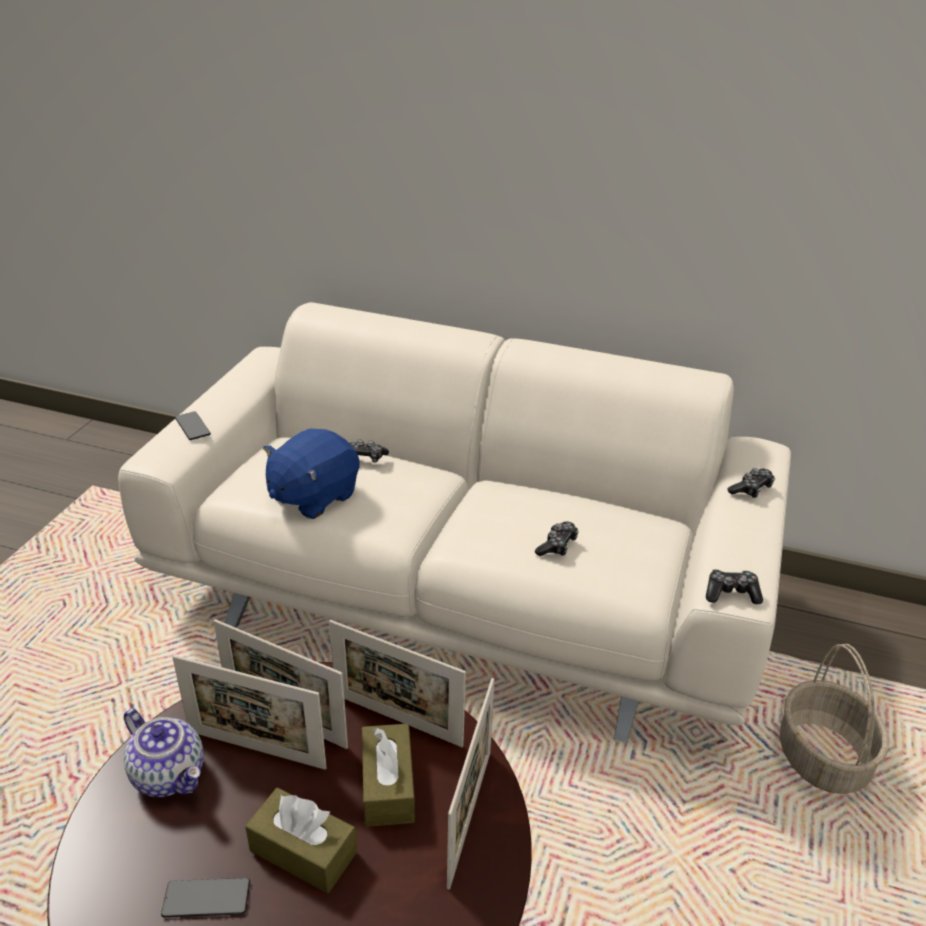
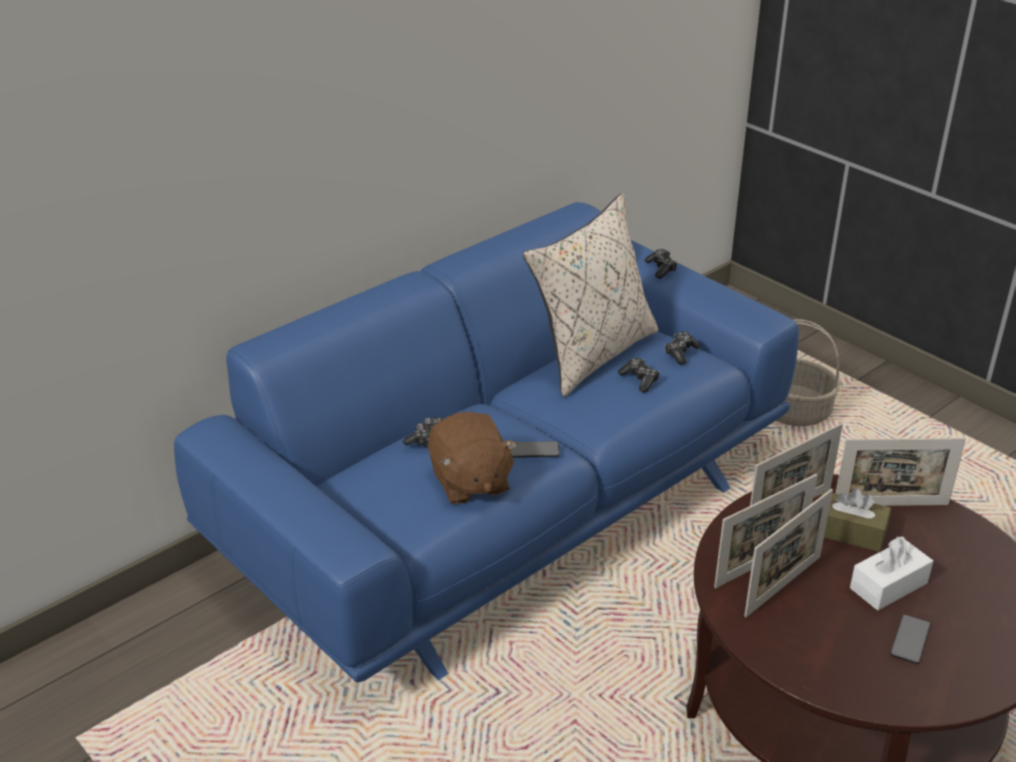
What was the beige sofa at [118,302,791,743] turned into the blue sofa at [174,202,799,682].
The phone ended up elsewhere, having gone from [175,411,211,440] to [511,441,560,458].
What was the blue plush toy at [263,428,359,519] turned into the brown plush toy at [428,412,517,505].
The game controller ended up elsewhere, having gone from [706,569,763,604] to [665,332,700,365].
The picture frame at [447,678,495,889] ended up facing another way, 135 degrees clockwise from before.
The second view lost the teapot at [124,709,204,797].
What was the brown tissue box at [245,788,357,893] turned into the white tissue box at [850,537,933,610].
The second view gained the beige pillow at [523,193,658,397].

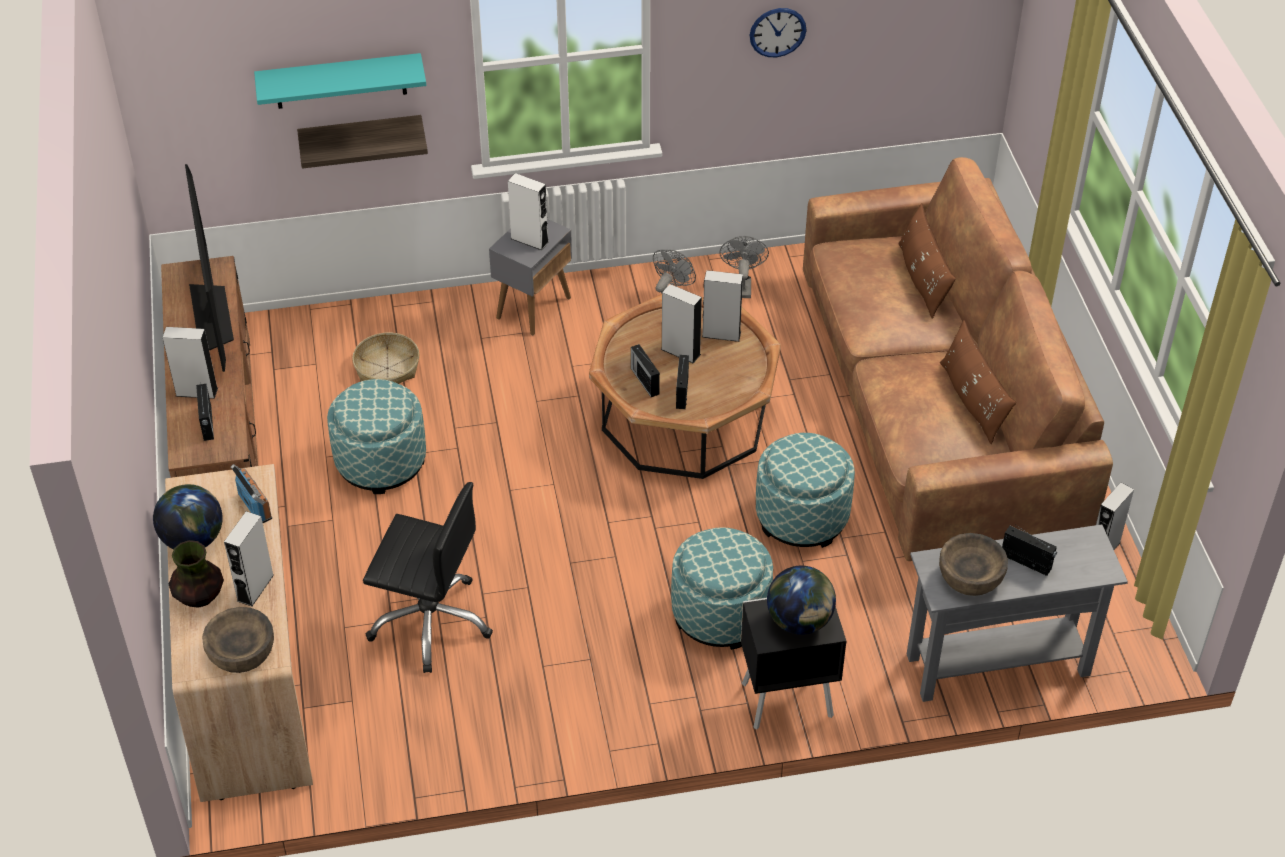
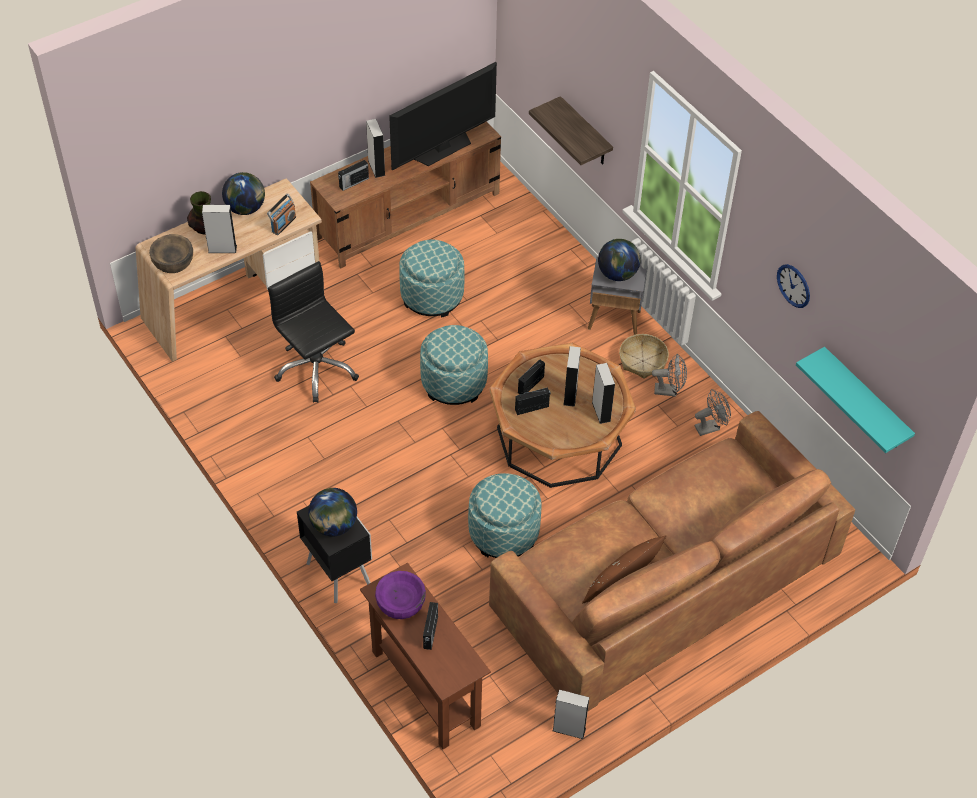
The turquoise shelf ended up elsewhere, having gone from [254,53,426,109] to [796,347,915,453].
Where the white speaker stood at [508,173,549,250], the globe came to stand at [598,239,641,281].
The second view lost the brown pillow at [898,203,956,319].
The basket ended up elsewhere, having gone from [352,332,419,384] to [619,334,669,379].
The black office chair at [363,482,493,673] ended up facing another way, 150 degrees clockwise from before.
What was the grey console table at [907,524,1128,702] turned into the brown console table at [360,563,491,749].
The ottoman ended up elsewhere, having gone from [671,527,773,650] to [420,325,488,405].
What was the brown bowl at [939,533,1008,596] turned into the purple bowl at [375,571,426,619].

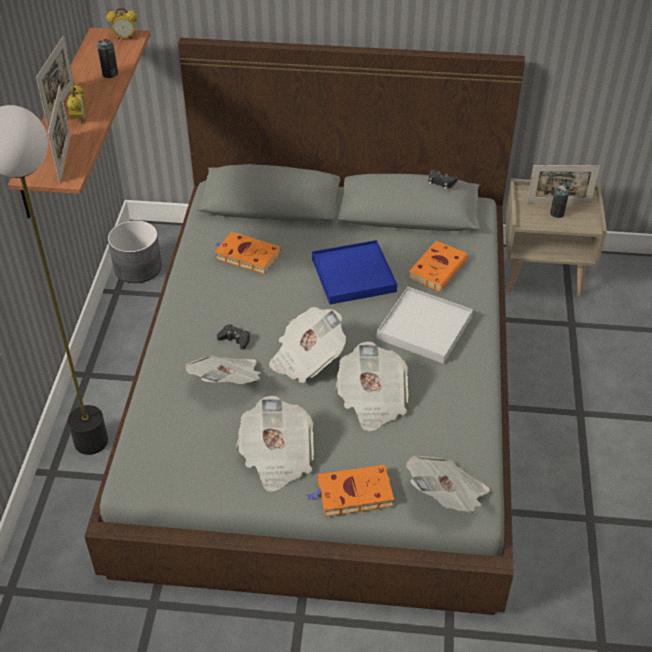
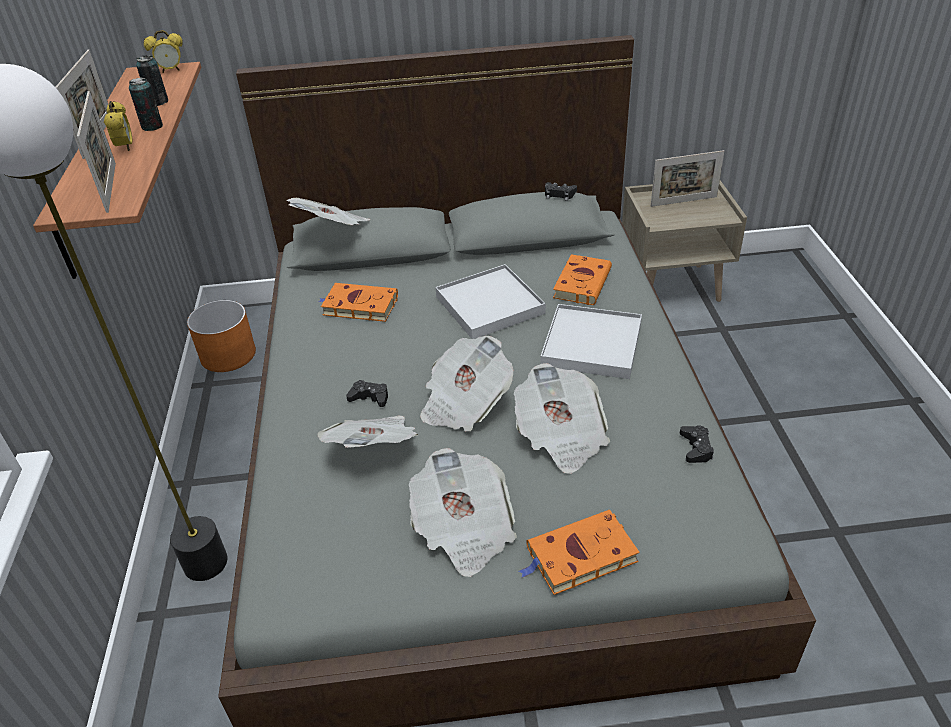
The can ended up elsewhere, having gone from [550,185,569,218] to [129,77,163,131].
What was the grey planter at [108,220,162,283] turned into the orange planter at [187,300,256,372].
What was the blue tray at [312,240,397,305] turned into the white tray at [435,264,546,339].
The newspaper ended up elsewhere, having gone from [406,455,489,513] to [287,198,370,225].
The second view gained the black game controller at [680,425,714,463].

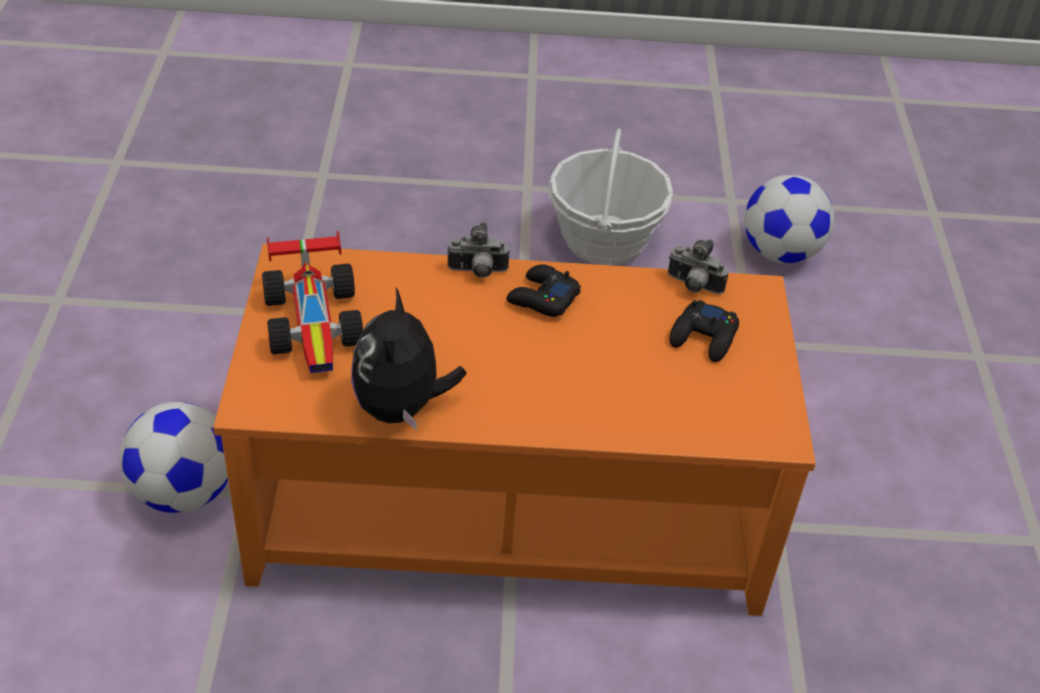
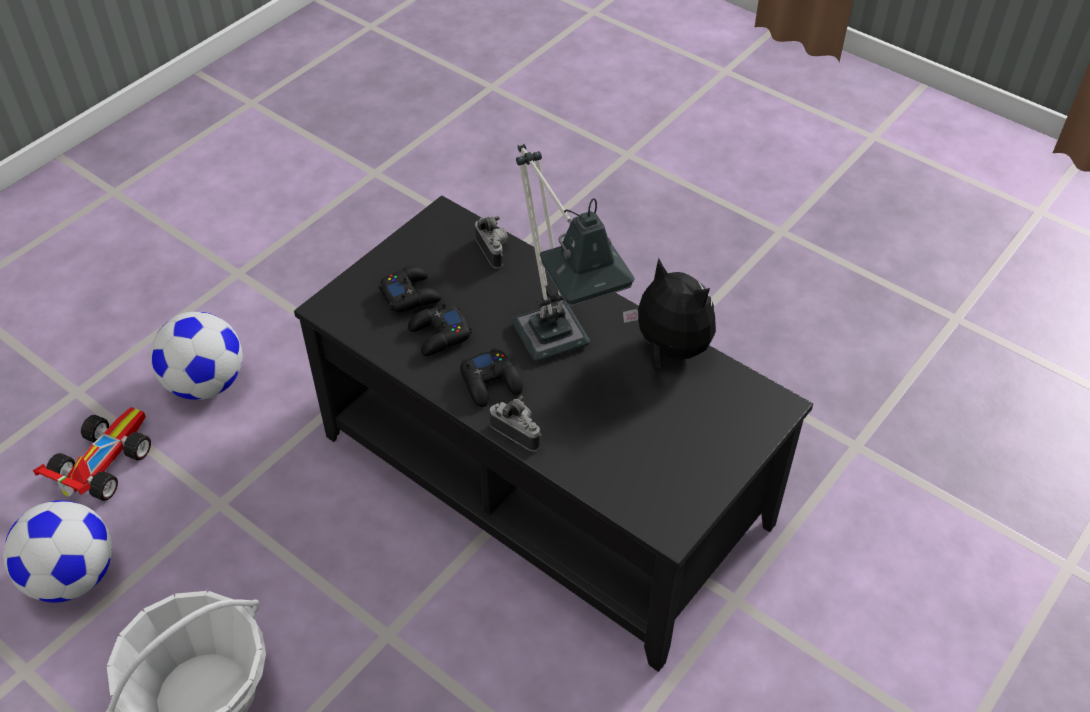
The toy car ended up elsewhere, having gone from [262,231,363,373] to [33,407,151,501].
The photo camera ended up elsewhere, having gone from [668,239,728,294] to [475,216,508,269].
What was the orange coffee table at [213,244,816,616] turned into the black coffee table at [294,196,813,672].
The plush toy at [351,288,467,430] ended up facing another way, 90 degrees counterclockwise from before.
The football ended up elsewhere, having gone from [119,402,228,513] to [150,312,243,400].
The second view gained the table lamp at [512,144,635,362].
The second view gained the black game controller at [408,302,472,356].

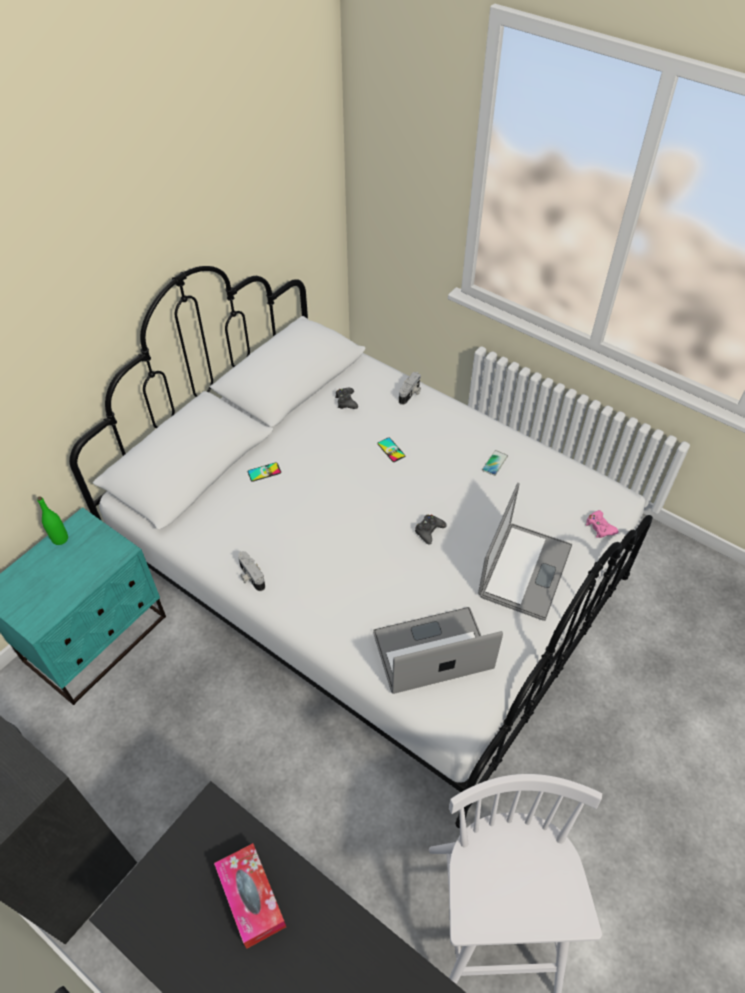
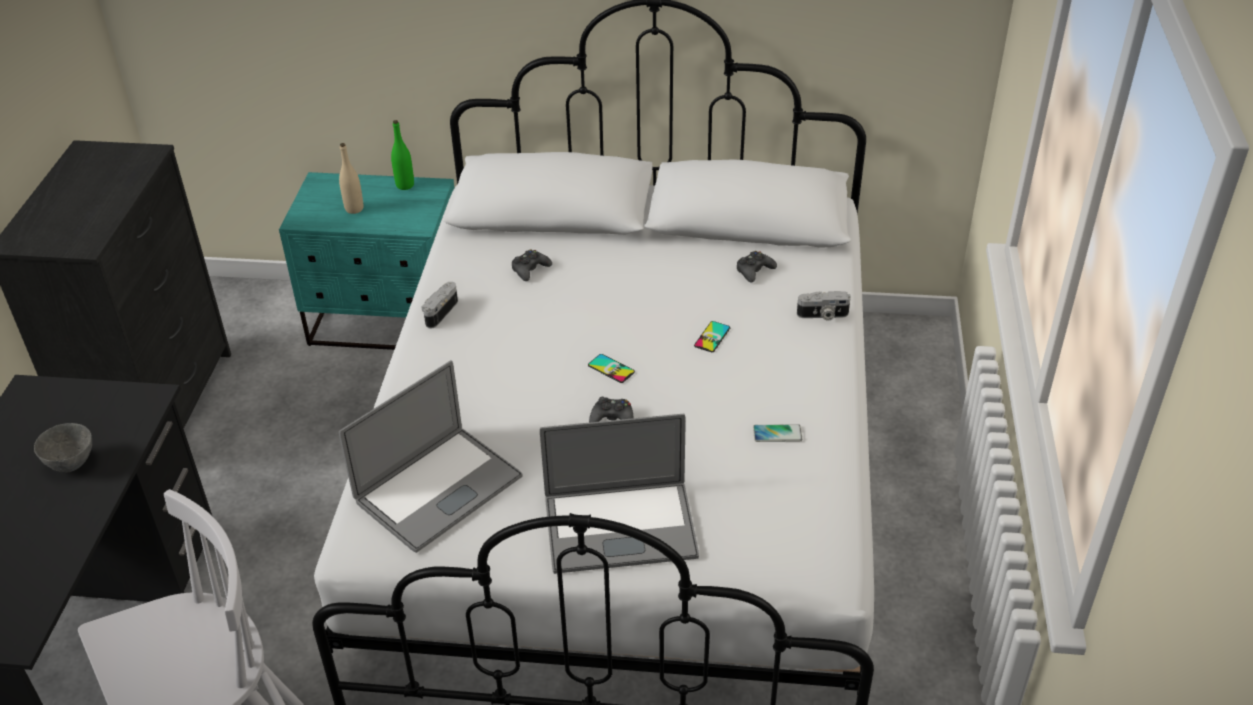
The phone ended up elsewhere, having gone from [248,462,281,482] to [588,354,635,383].
The second view lost the pink game controller at [586,510,619,538].
The laptop at [373,607,503,694] ended up facing another way, 90 degrees clockwise from before.
Where the tissue box stood at [214,843,286,949], the grey bowl came to stand at [34,423,92,473].
The second view gained the beige bottle at [339,143,363,214].
The second view gained the black game controller at [512,250,552,281].

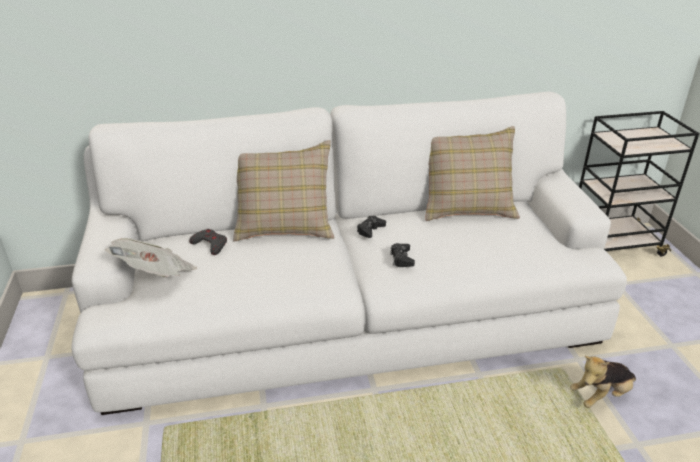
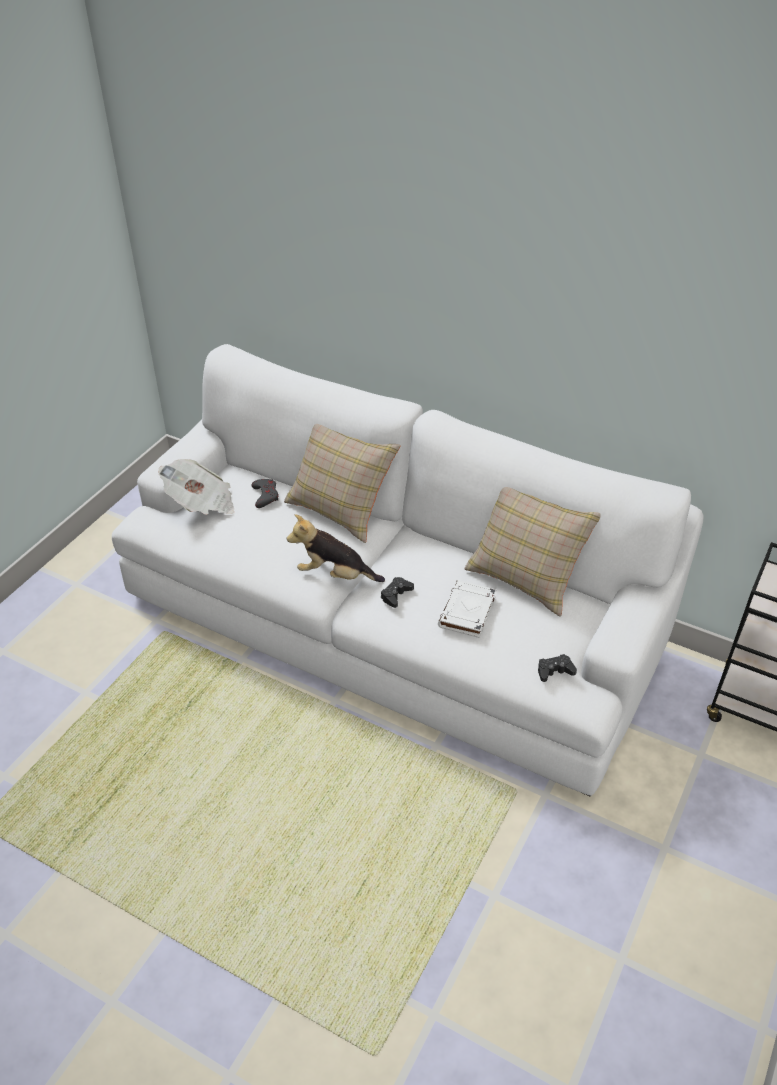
The black game controller ended up elsewhere, having gone from [357,216,386,238] to [538,654,577,682].
The plush toy ended up elsewhere, having gone from [570,356,636,408] to [287,514,385,582].
The second view gained the white book at [438,580,496,638].

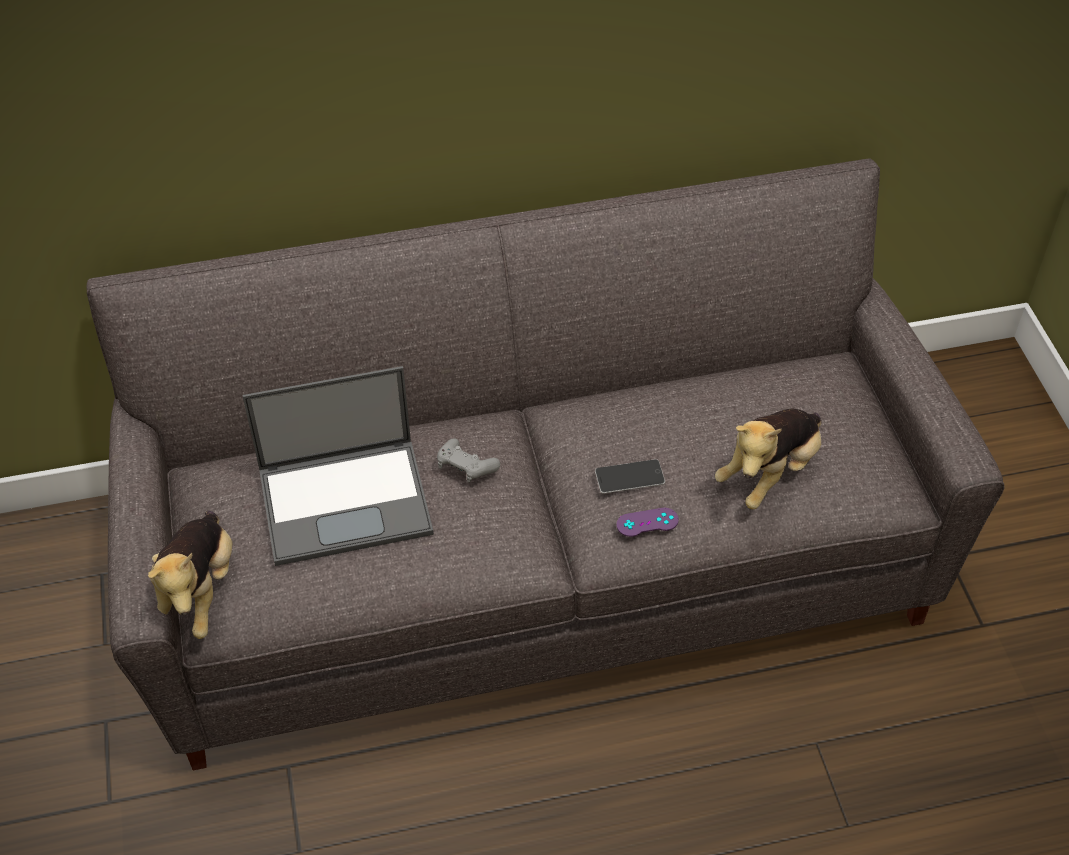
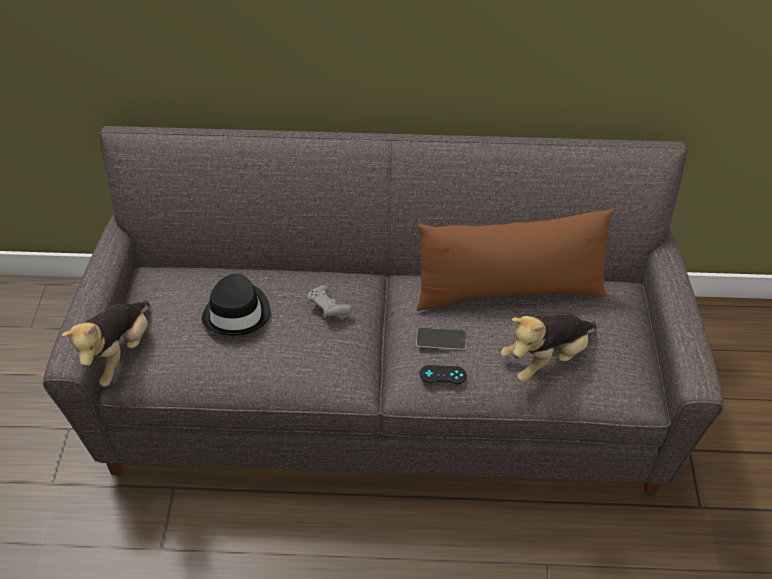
Where the laptop stood at [242,366,434,566], the black hat came to stand at [202,274,271,336].
What was the purple game controller at [616,508,679,537] turned into the black game controller at [419,365,467,384].
The second view gained the brown pillow at [416,209,615,311].

